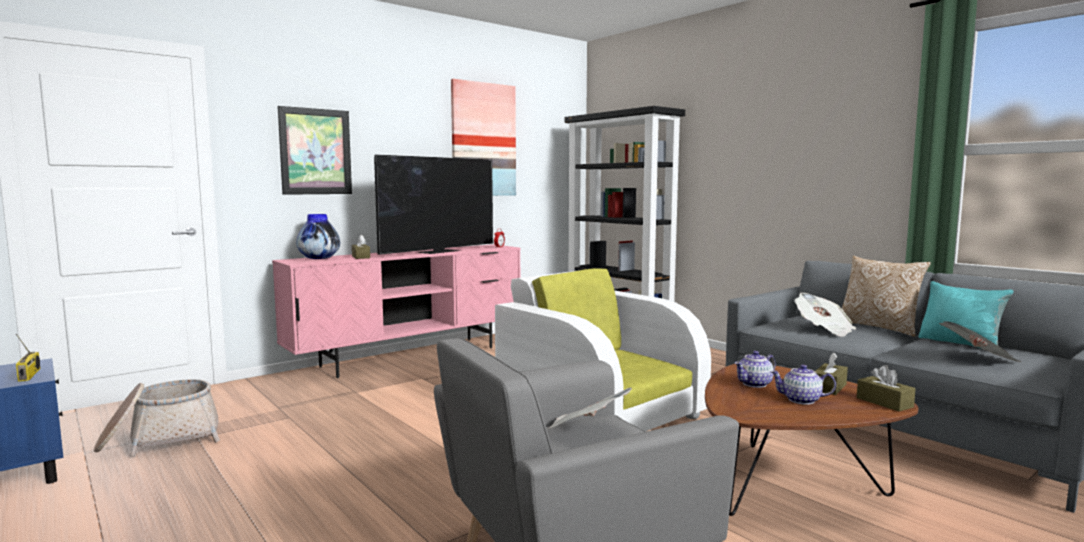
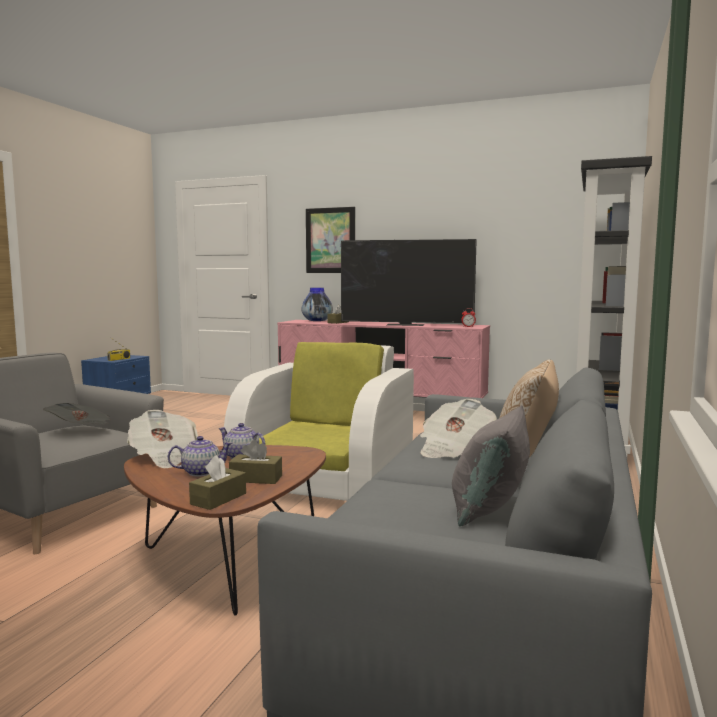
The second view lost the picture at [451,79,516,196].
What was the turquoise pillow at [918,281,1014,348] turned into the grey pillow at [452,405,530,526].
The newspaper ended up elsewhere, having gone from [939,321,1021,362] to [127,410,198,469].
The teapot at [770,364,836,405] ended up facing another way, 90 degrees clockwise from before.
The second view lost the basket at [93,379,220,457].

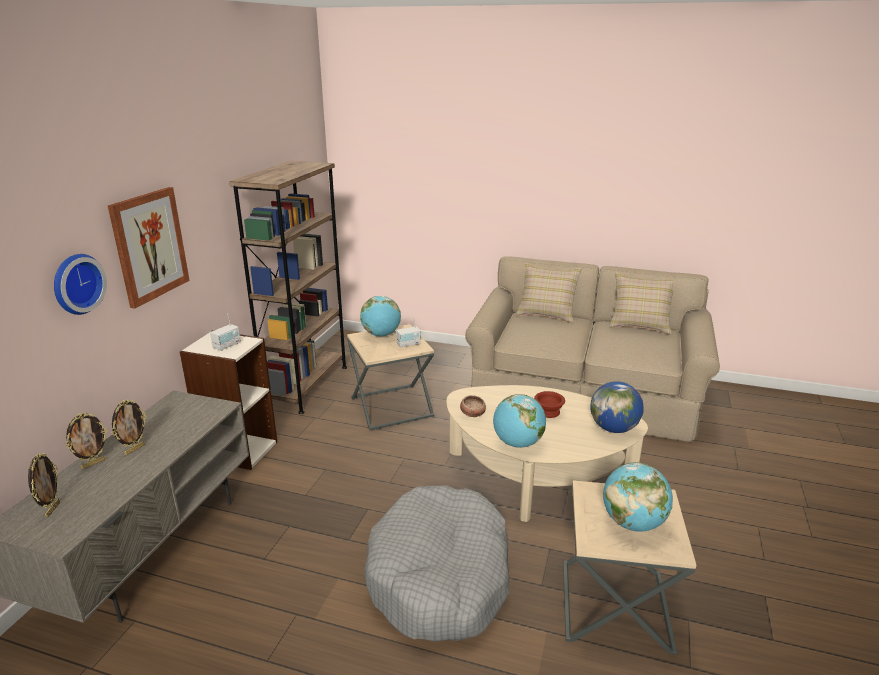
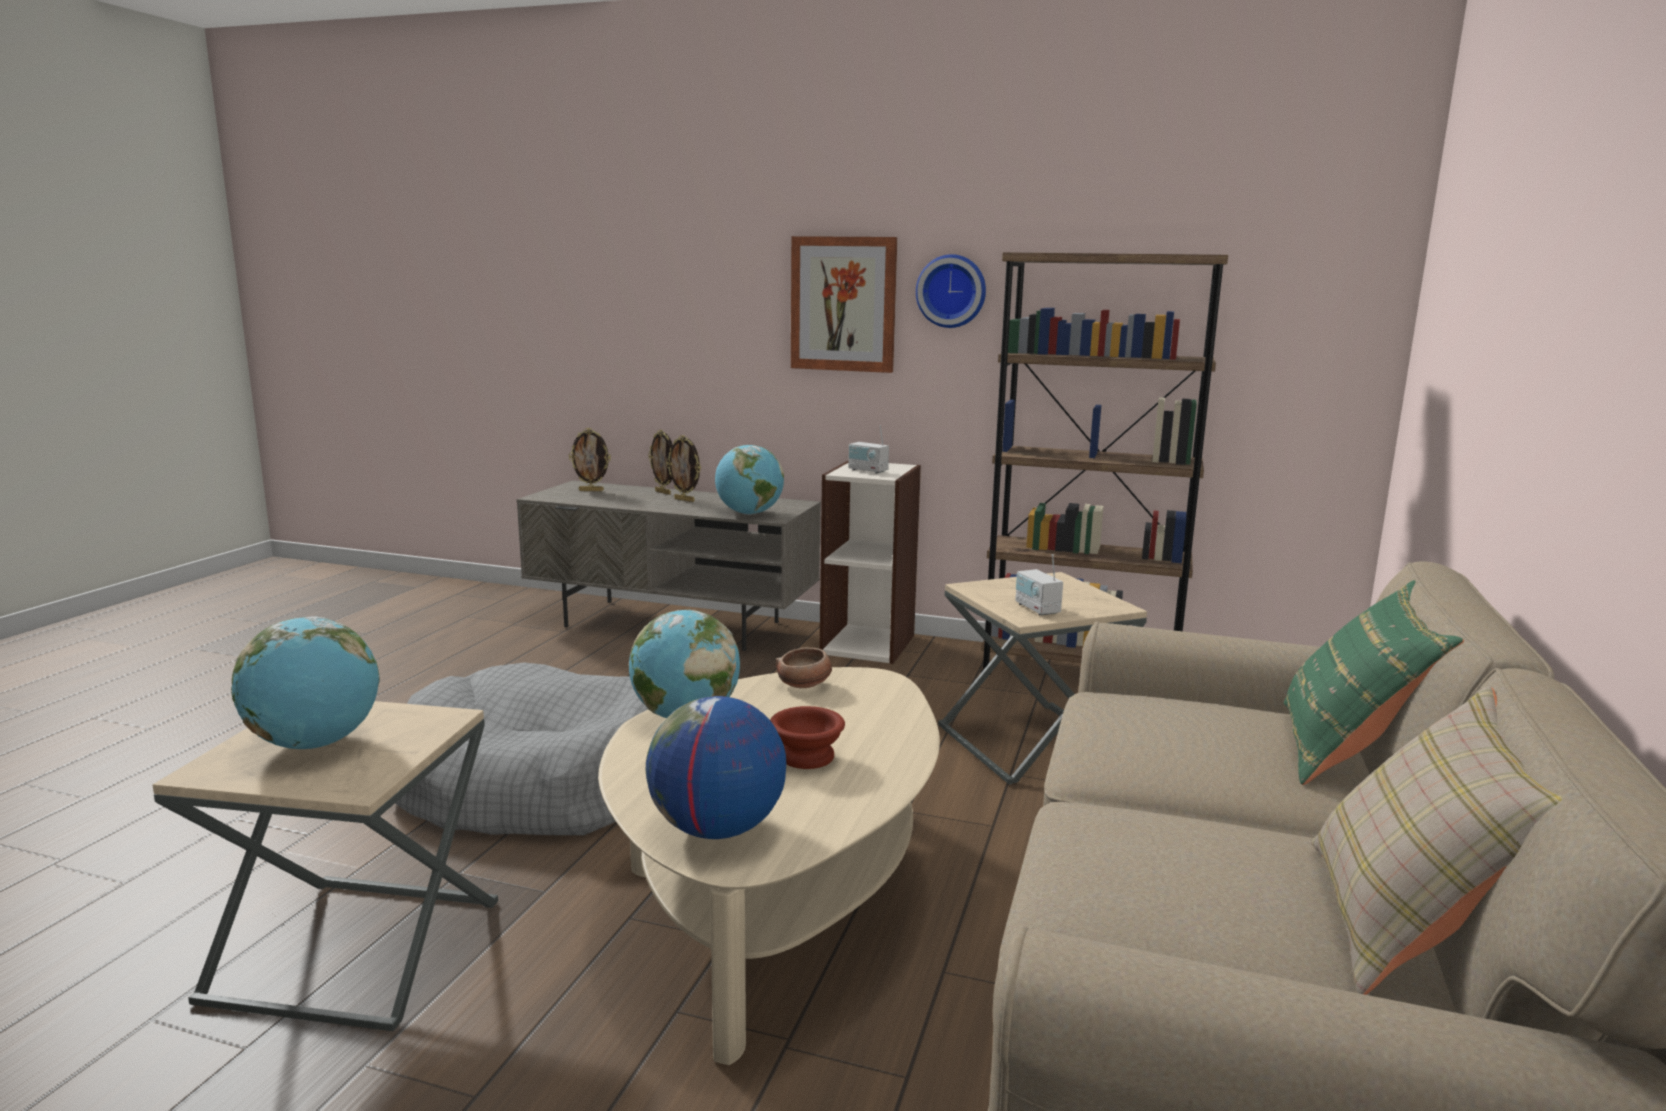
The wall clock ended up elsewhere, having gone from [54,254,107,315] to [916,254,986,328].
What was the beige pillow at [516,262,582,323] turned into the green pillow at [1284,580,1464,785].
The globe ended up elsewhere, having gone from [360,296,401,336] to [715,445,784,515].

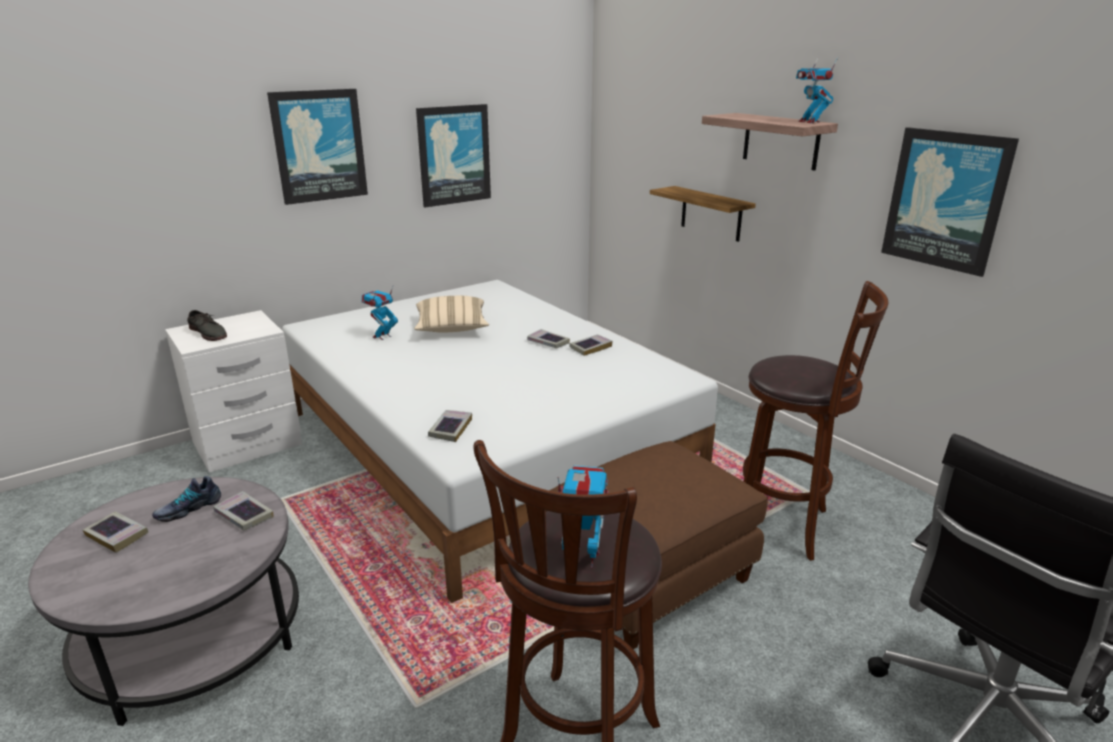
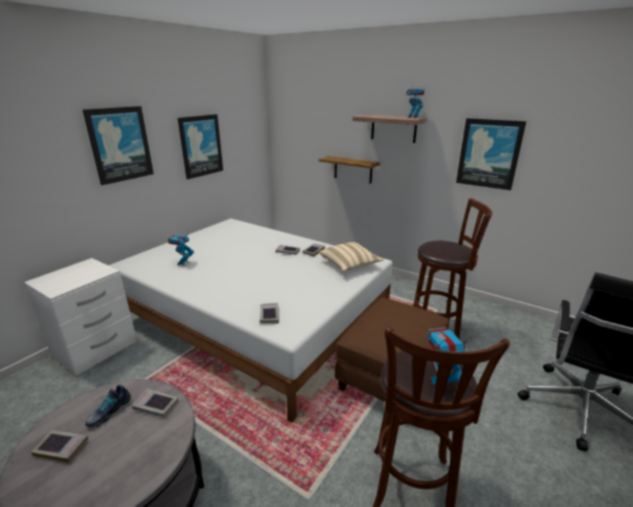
The beige pillow ended up elsewhere, having gone from [414,296,489,333] to [319,242,383,271].
The second view lost the grey shoe at [187,310,227,341].

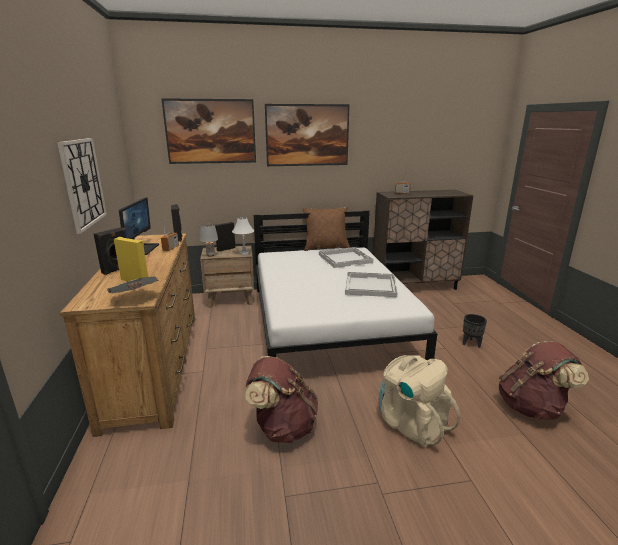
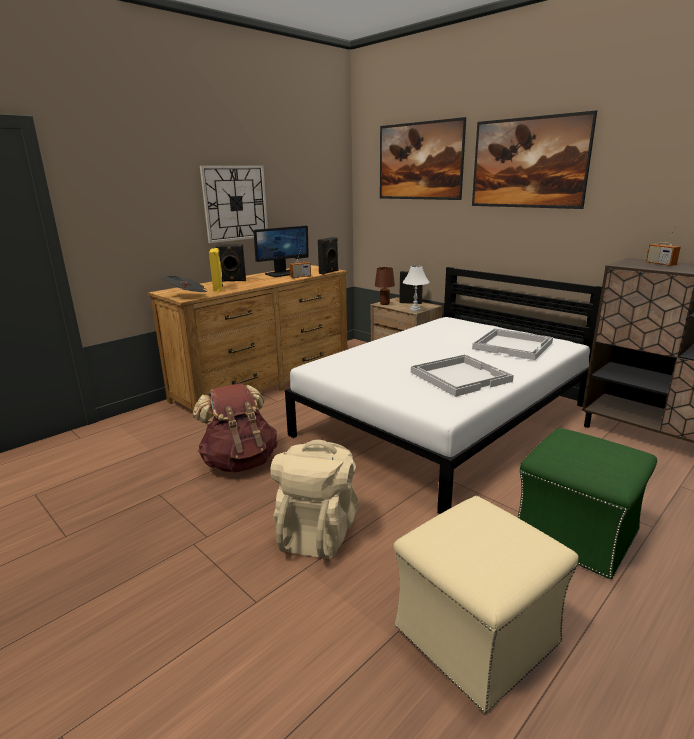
The second view lost the brown pillow at [302,207,350,251].
What was the grey table lamp at [200,223,218,257] turned into the brown table lamp at [375,267,395,305].
Where the black planter stood at [463,314,487,348], the green ottoman came to stand at [518,428,657,579].
Where the brown backpack stood at [499,341,589,420], the beige ottoman came to stand at [394,496,579,713].

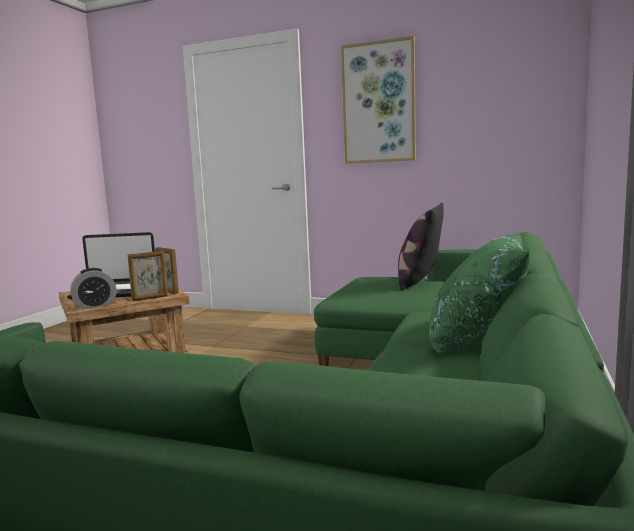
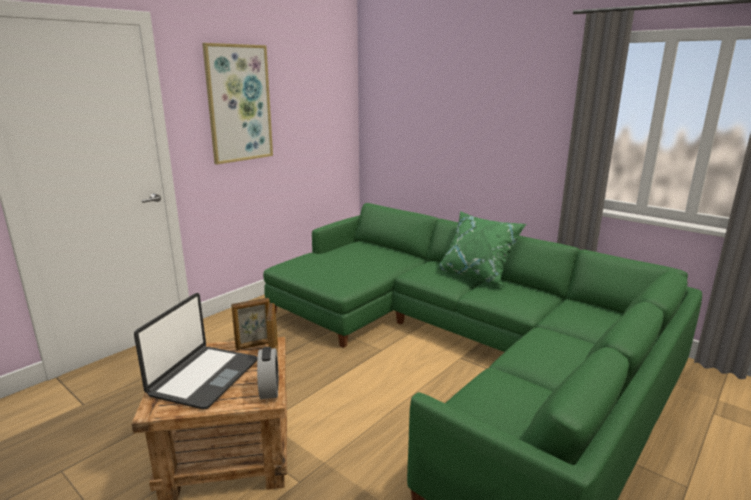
The second view lost the pillow at [398,203,444,290].

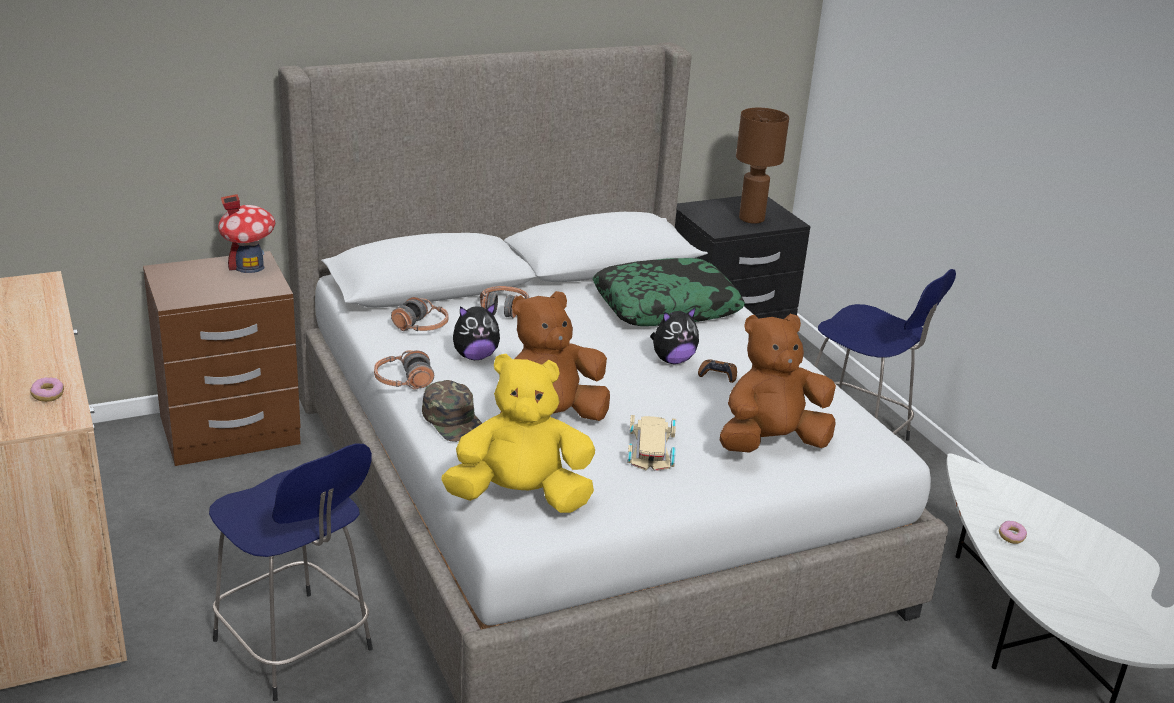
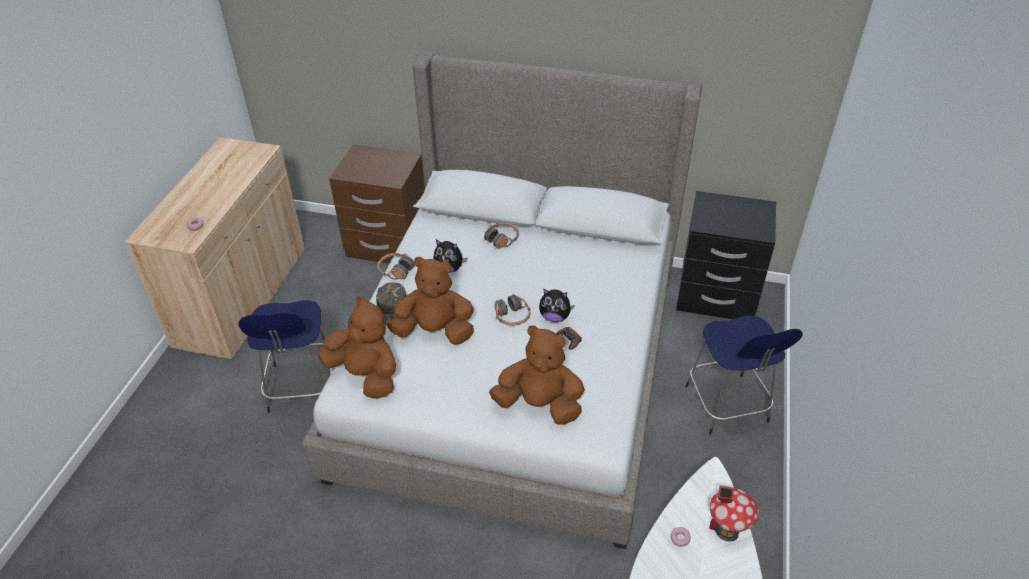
The second view lost the brown table lamp at [736,108,789,224].
The toy house ended up elsewhere, having gone from [218,194,275,273] to [709,485,759,542].
The second view lost the pillow at [593,258,745,326].
The headphones ended up elsewhere, having gone from [391,297,449,331] to [494,294,531,326].
What was the yellow plush toy at [441,354,595,513] turned into the brown plush toy at [318,296,396,398].
The second view lost the beige toy car at [627,415,676,471].

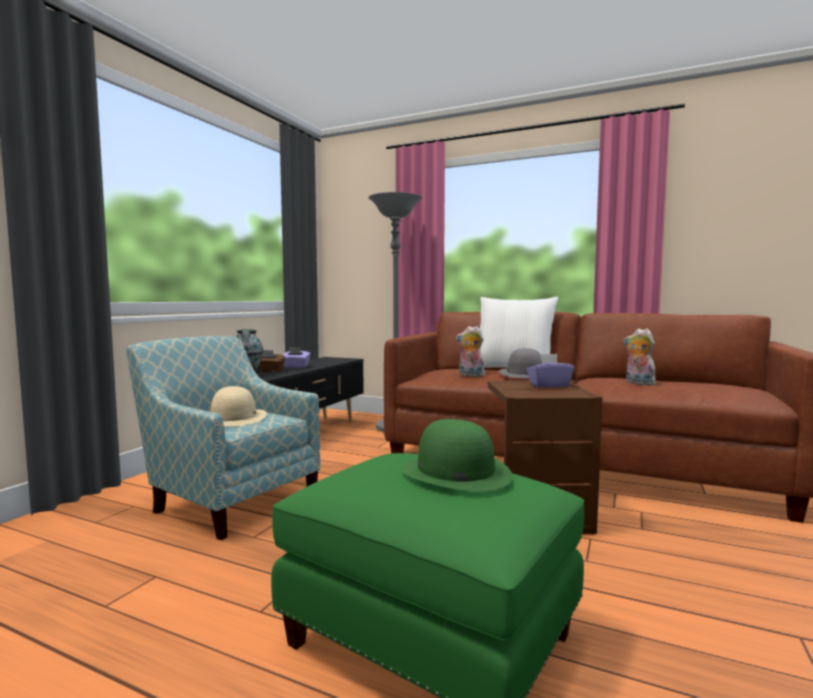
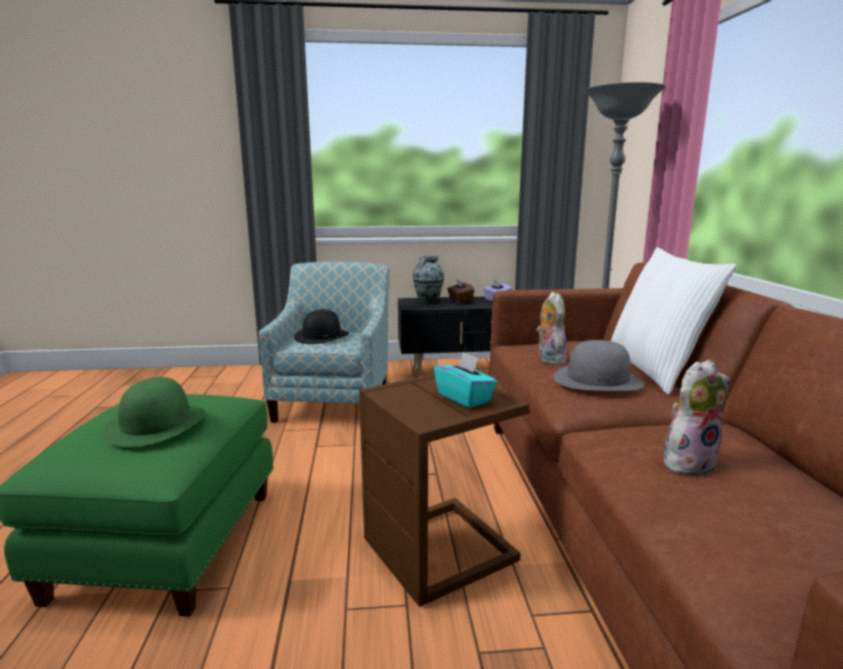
The plush toy at [623,329,656,385] ended up facing another way, 45 degrees clockwise from before.
What was the purple tissue box at [526,354,574,388] turned into the turquoise tissue box at [434,352,497,408].
What was the beige hat at [210,386,267,426] turned into the black hat at [294,309,349,344].

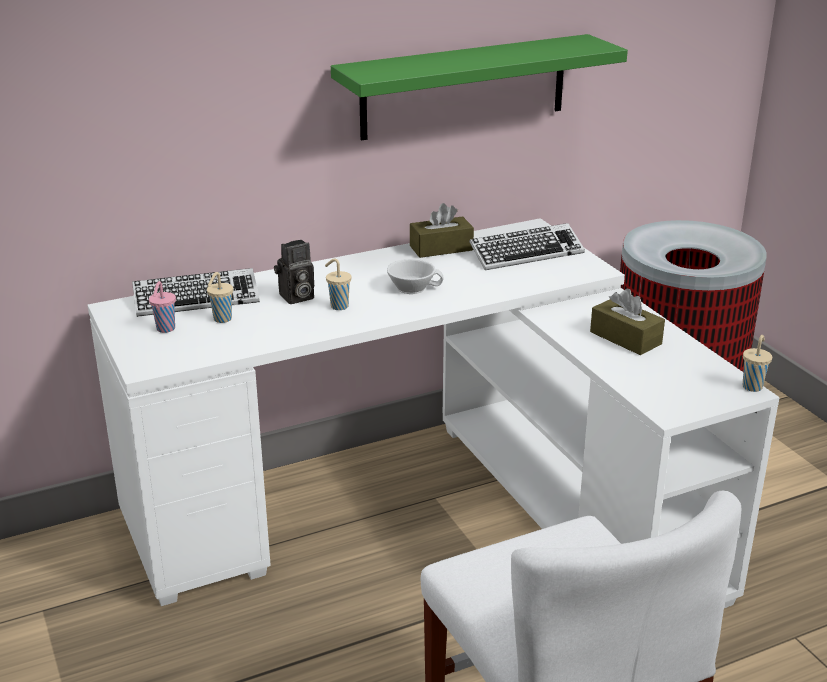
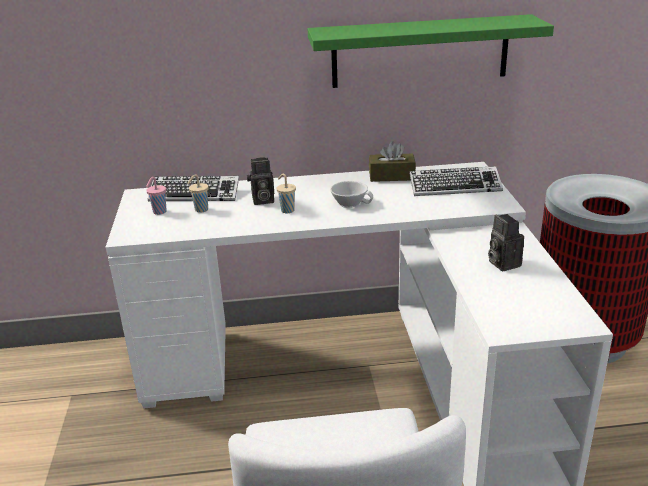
Where the brown tissue box stood at [590,289,665,355], the photo camera came to stand at [488,214,524,271].
The second view lost the beige cup at [743,335,772,392].

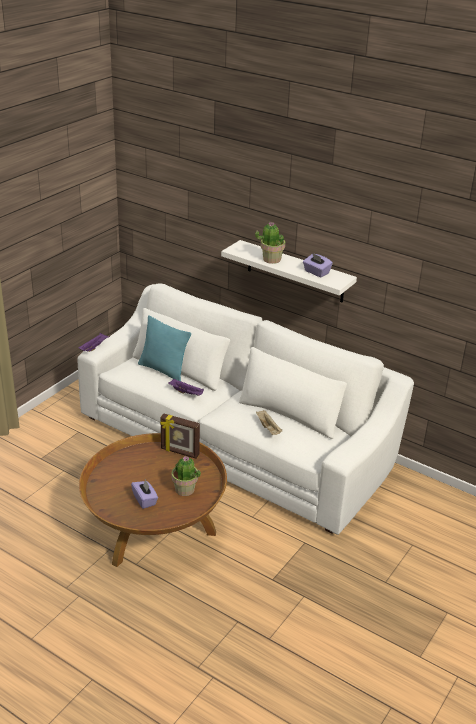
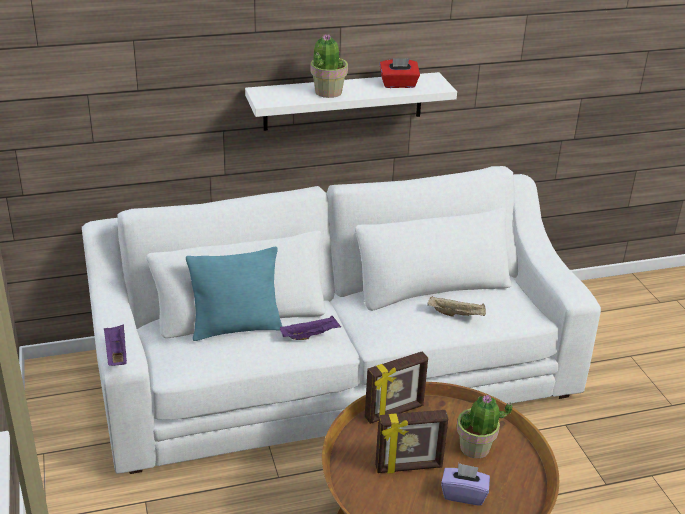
What was the purple tissue box at [303,254,333,277] turned into the red tissue box at [379,58,420,88].
The second view gained the picture frame at [375,410,448,474].

